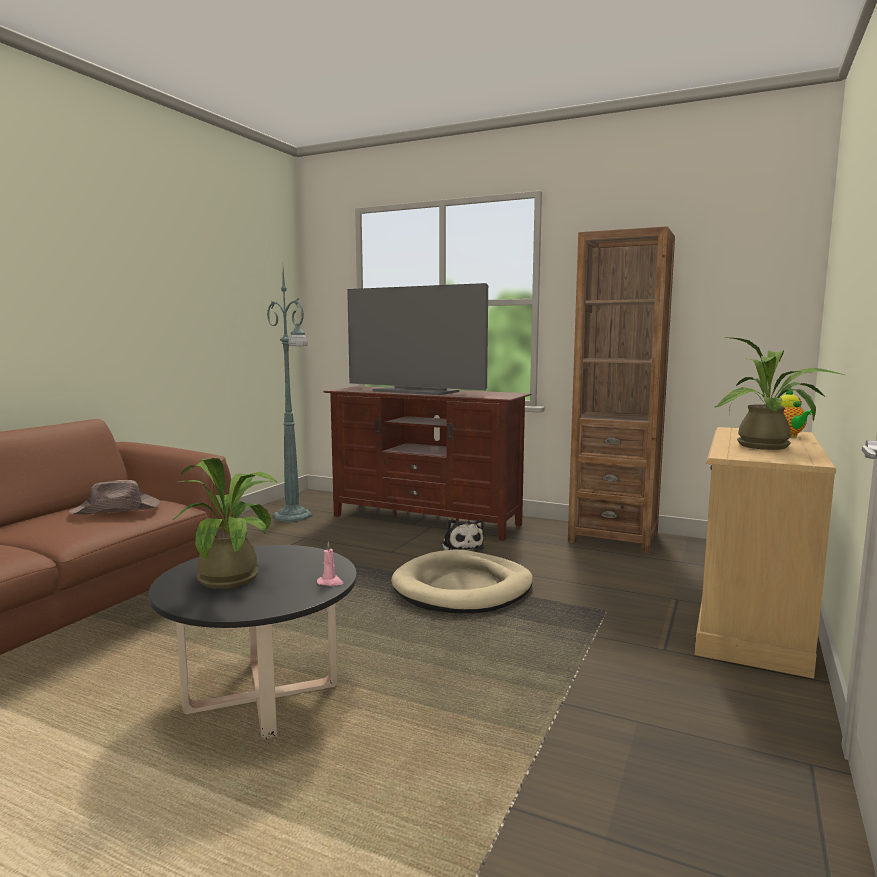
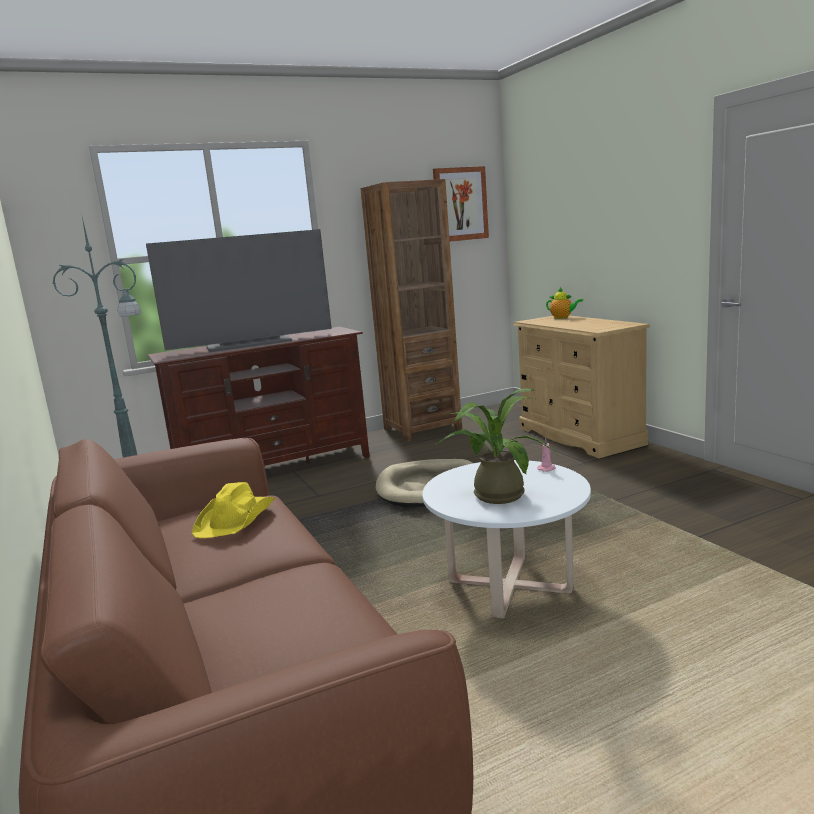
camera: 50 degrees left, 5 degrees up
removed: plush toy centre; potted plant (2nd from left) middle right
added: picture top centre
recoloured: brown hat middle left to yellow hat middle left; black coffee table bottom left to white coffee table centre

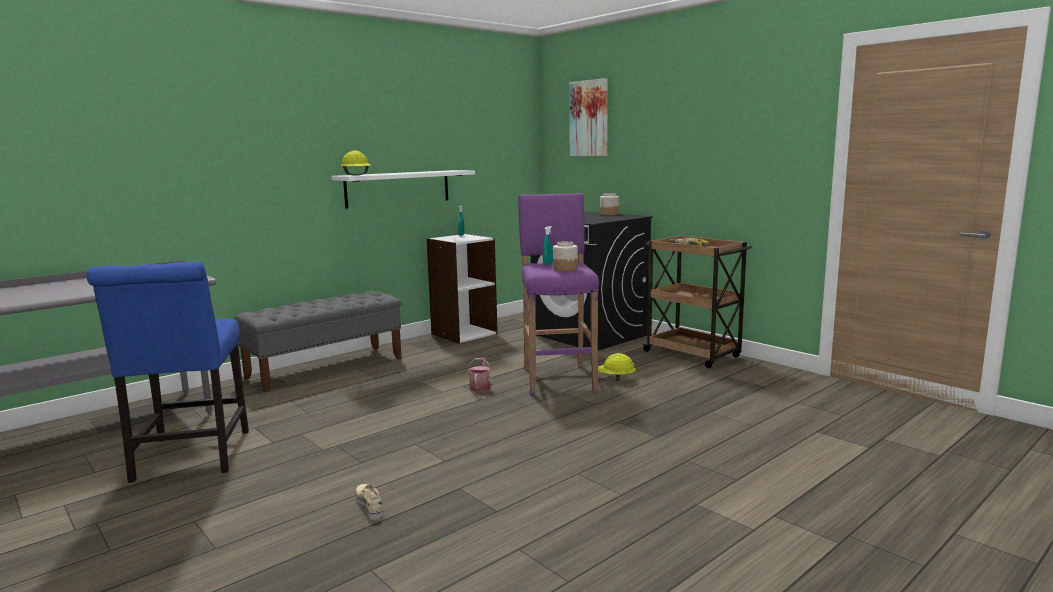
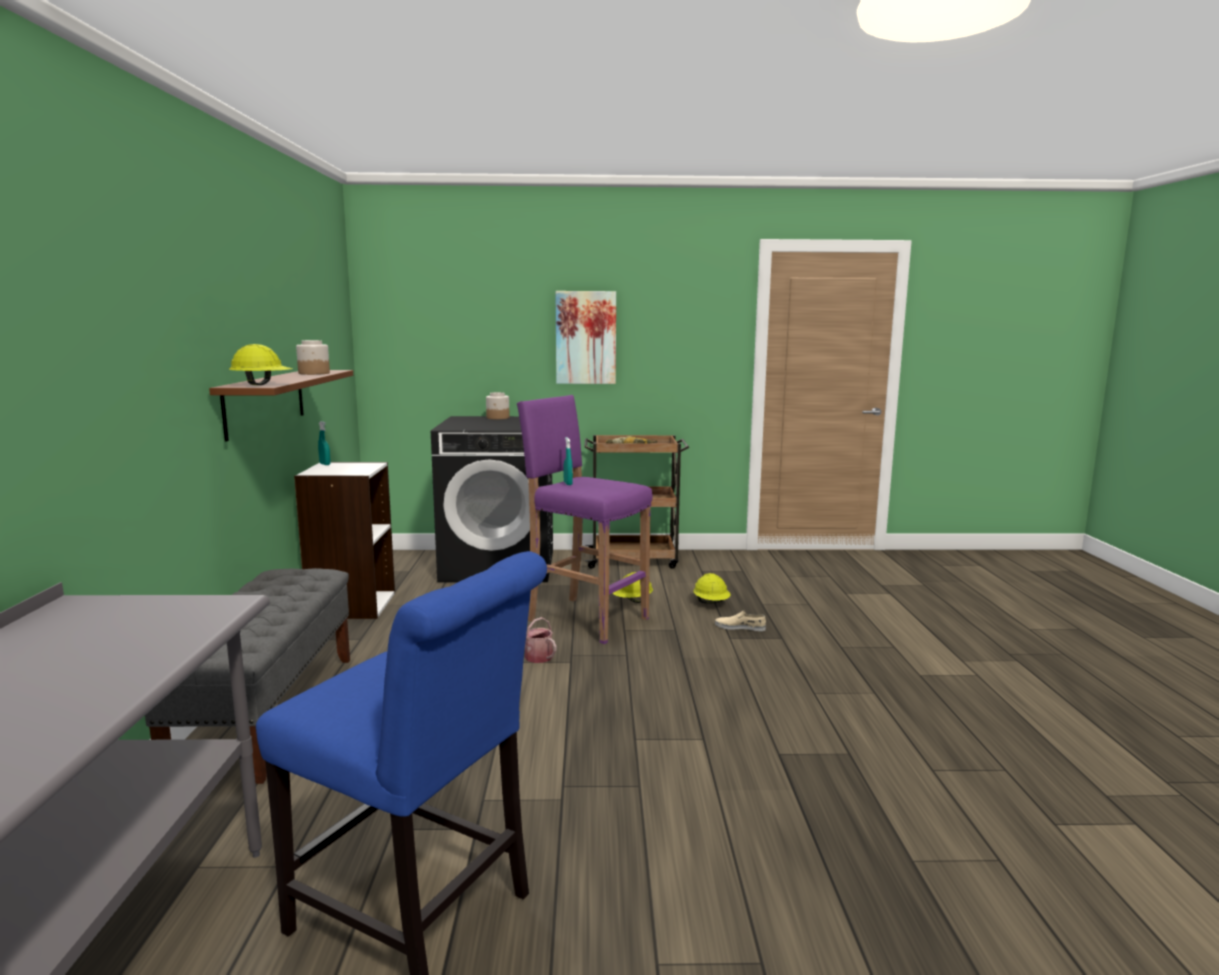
camera: 50 degrees left, 0 degrees up
added: yellow hard hat (3rd from left) centre
moved: beige shoe bottom centre to centre; jar (1st from left) centre to middle left; picture top centre to centre
recoloured: white shelf top centre to brown shelf middle left

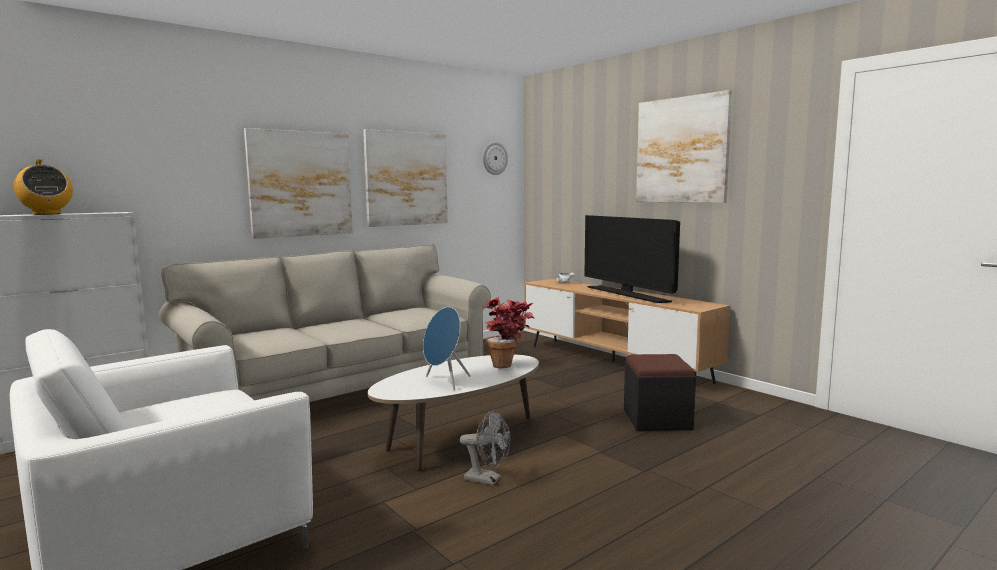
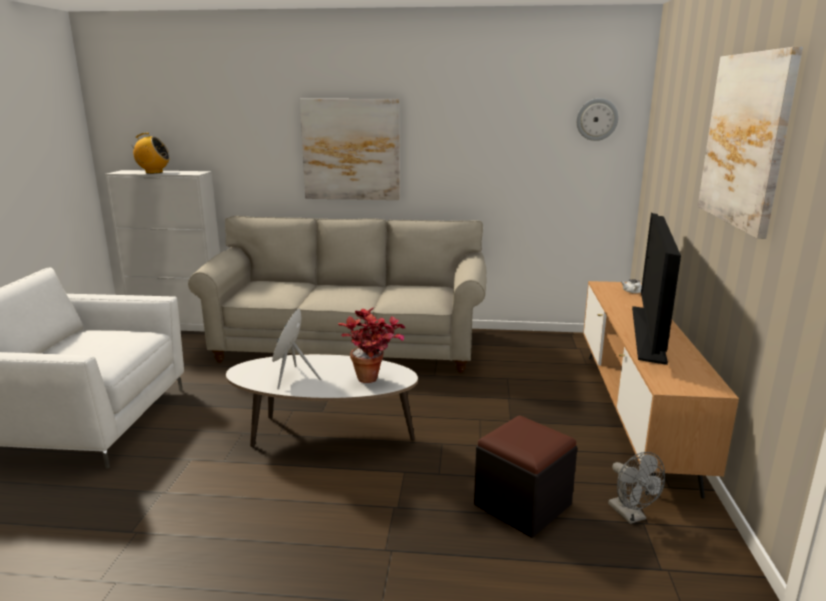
camera: 45 degrees right, 10 degrees up
removed: picture (2nd from left) top centre
moved: grey fan bottom centre to bottom right
turned: radio top left = top left 90 degrees counterclockwise

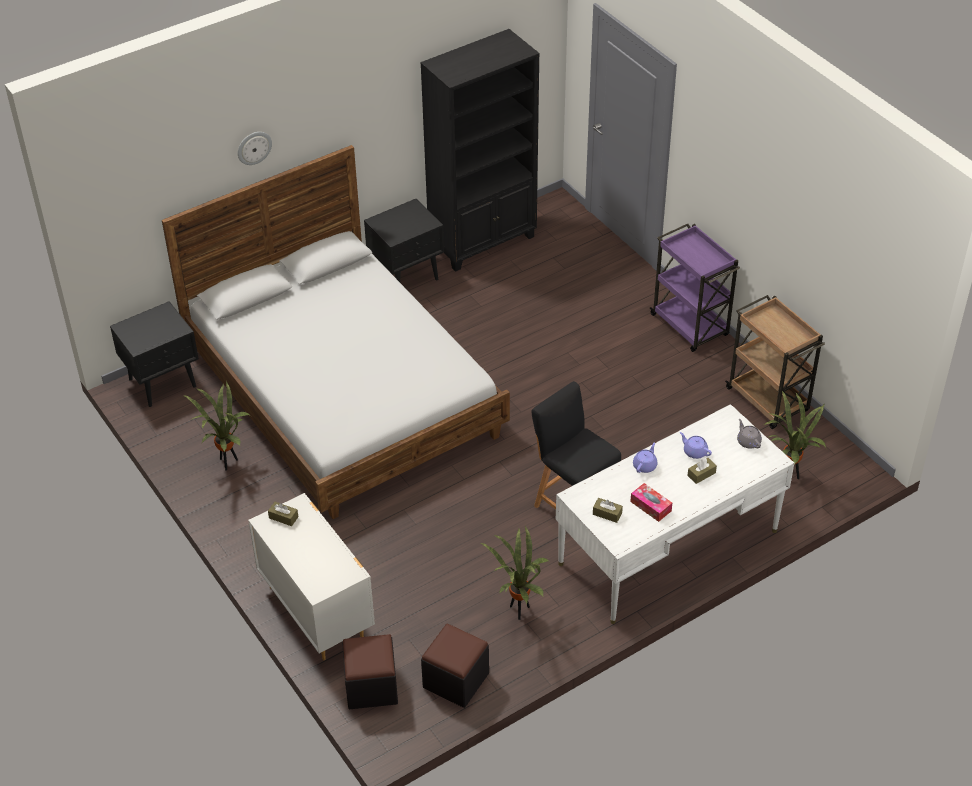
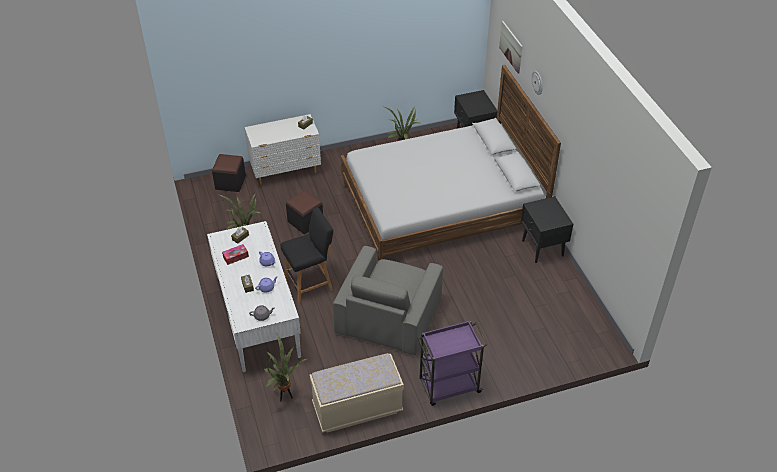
camera: 105 degrees right, 0 degrees up
removed: black bookcase top centre
added: grey armchair centre; picture top centre
moved: black ottoman (2nd from left) bottom centre to centre
replaced: brown cart middle right to beige bench bottom centre

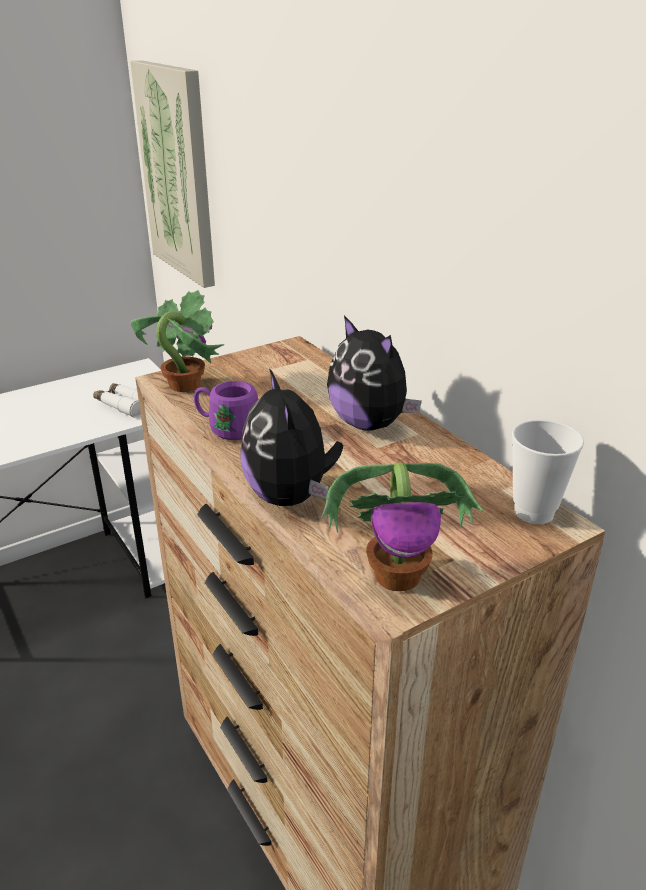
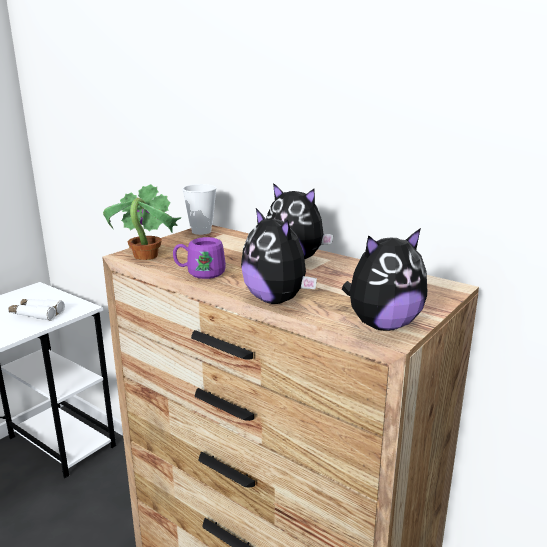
camera: 20 degrees left, 10 degrees down
removed: picture top left
moved: cup middle right to centre
replaced: potted plant (2nd from left) centre to plush toy (3rd from left) middle right

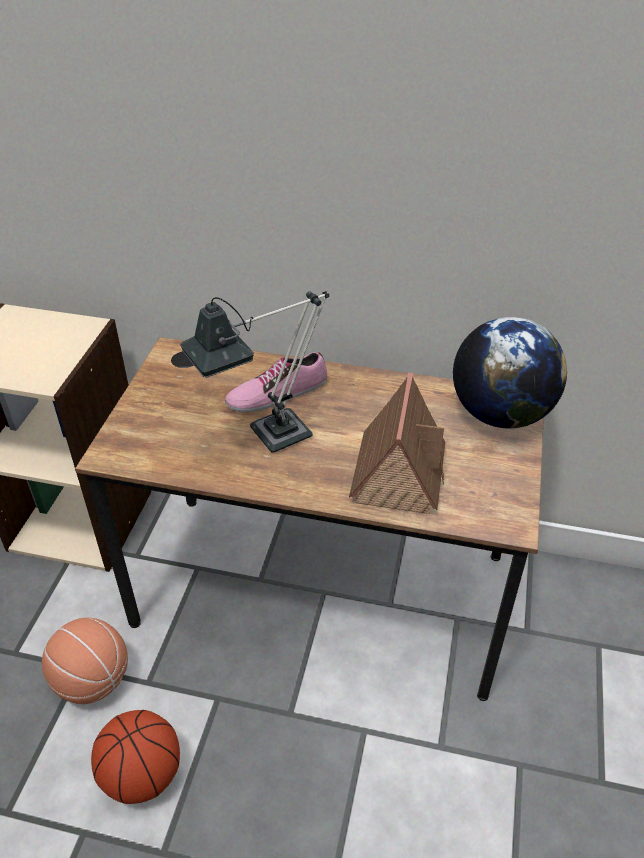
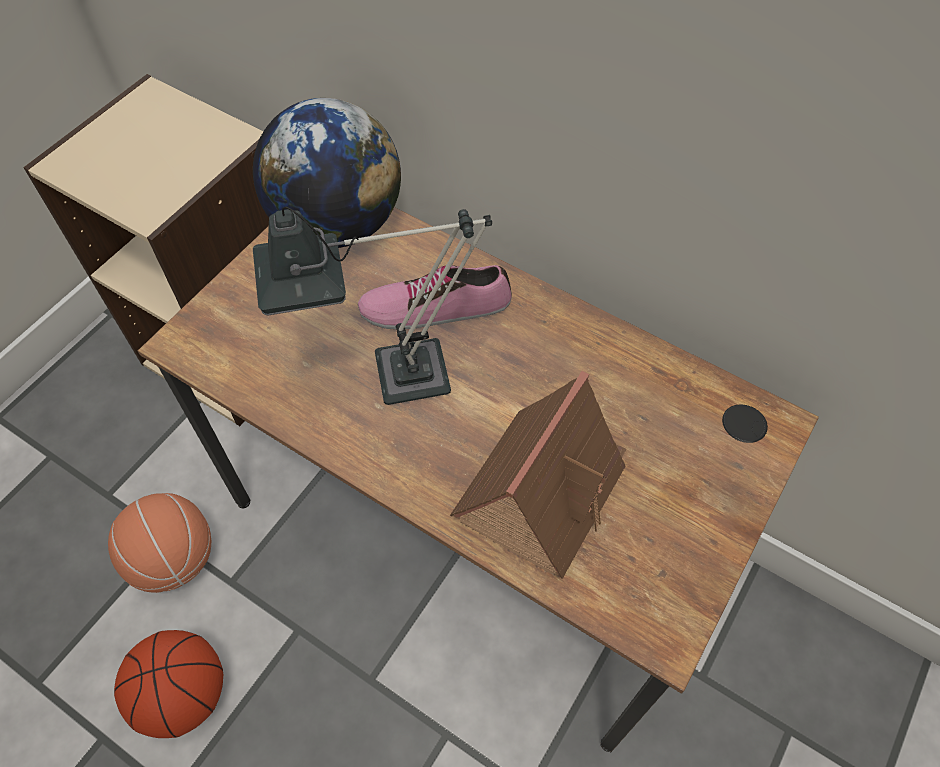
camera: 20 degrees right, 15 degrees up
moved: globe middle right to top centre

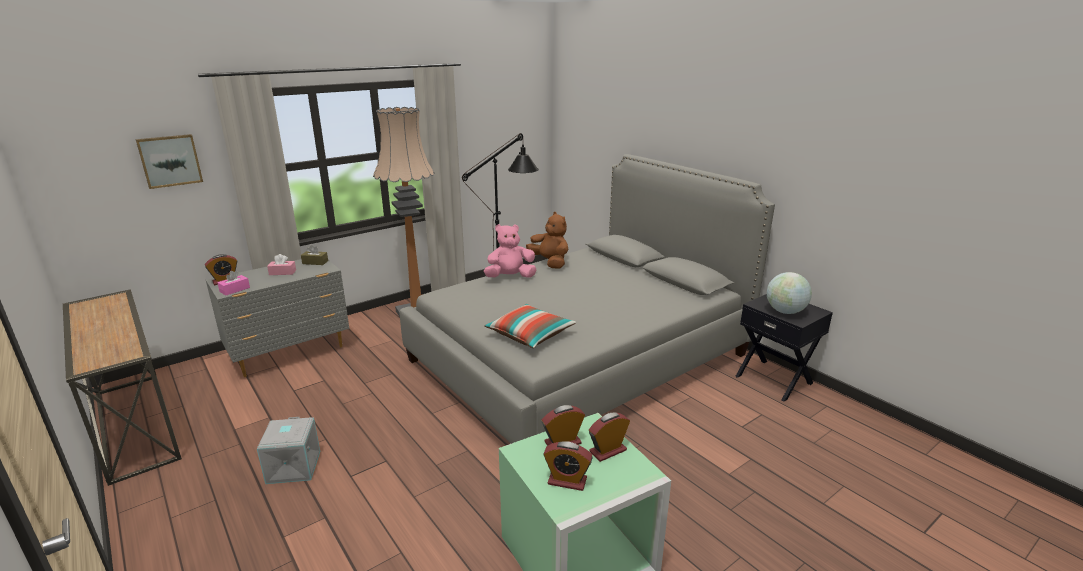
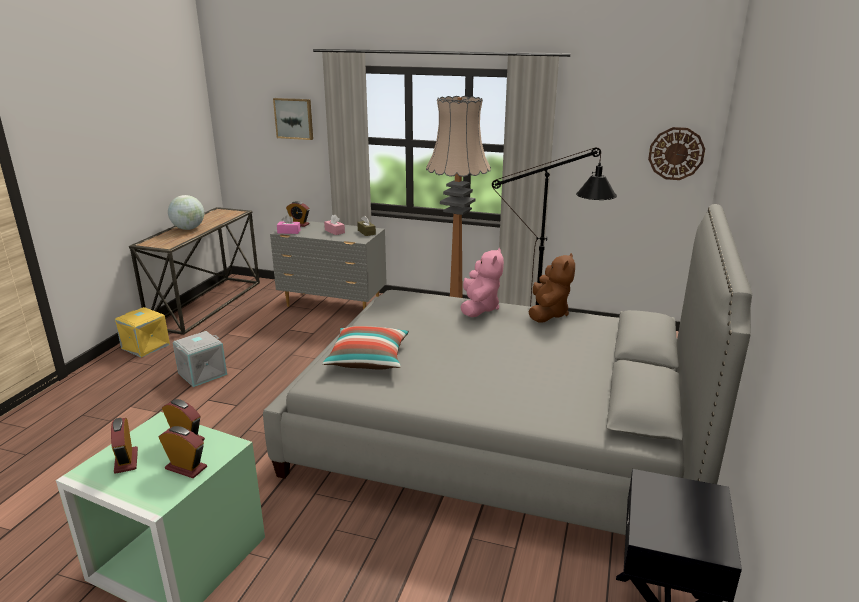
camera: 55 degrees right, 0 degrees up
added: yellow storage box middle left; wall clock top right
moved: globe middle right to middle left
turned: pink plush toy centre = centre 60 degrees clockwise

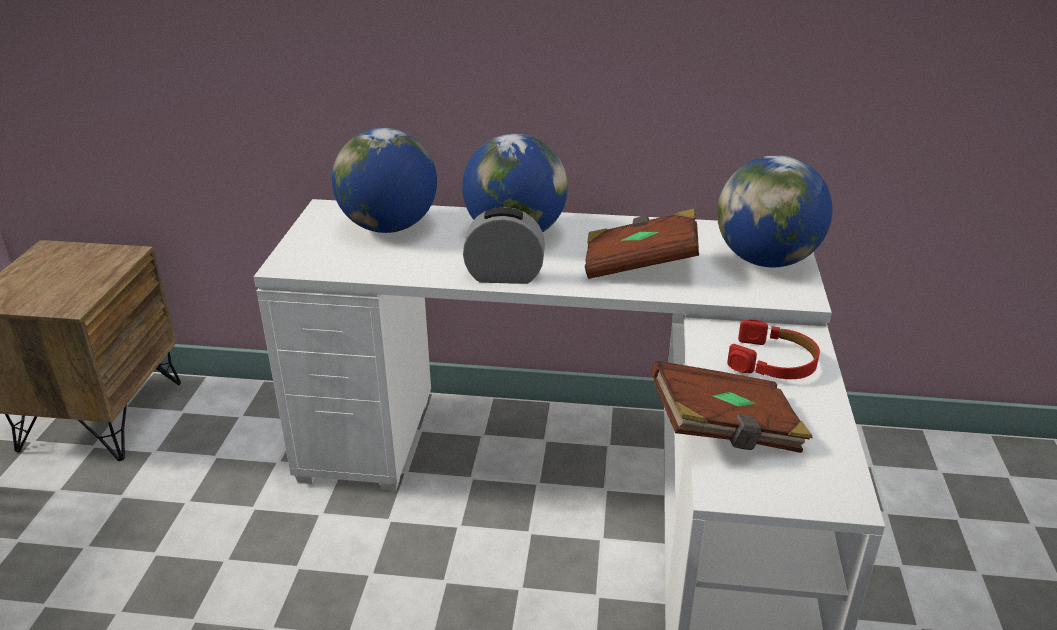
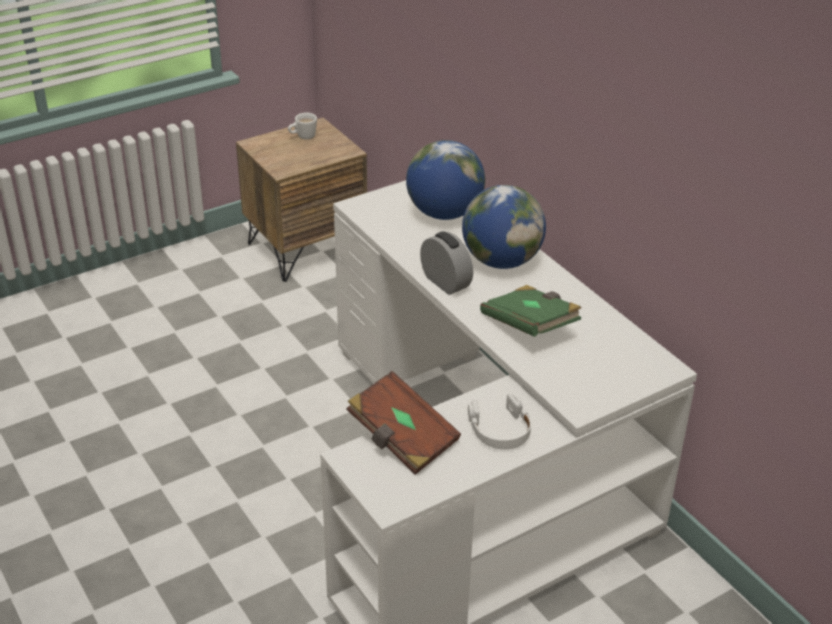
camera: 50 degrees right, 5 degrees up
removed: globe (3rd from left) middle right
added: white mug top centre
recoloured: brown book (1st from left) centre to green book centre; red headphones middle right to white headphones bottom centre

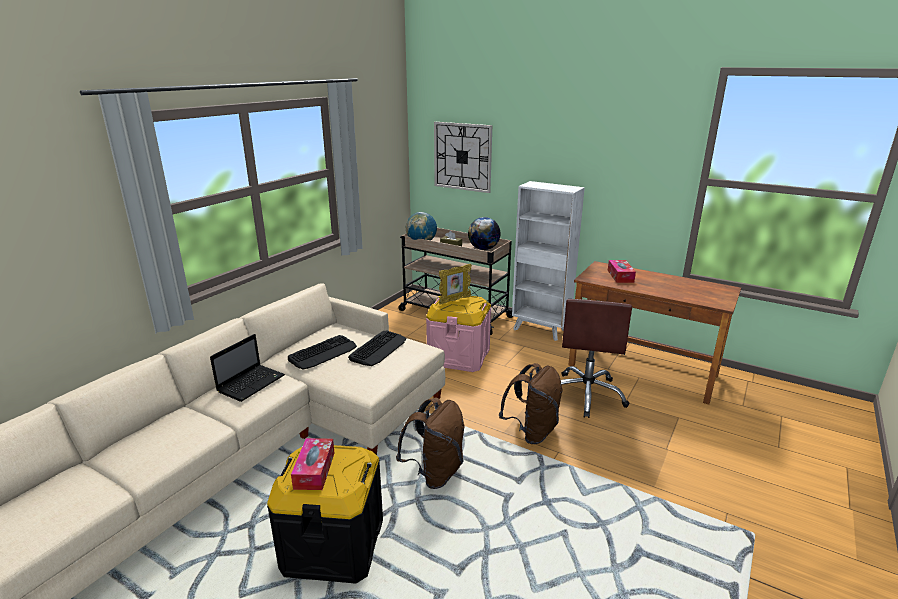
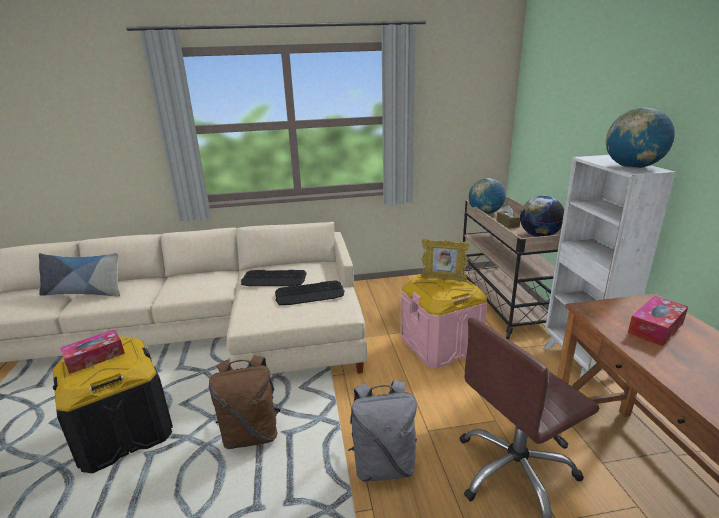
camera: 50 degrees right, 0 degrees up
removed: laptop middle left; wall clock top centre
added: pillow middle left; globe (3rd from left) top right
recoloured: brown backpack (2nd from left) bottom centre to grey backpack bottom centre

